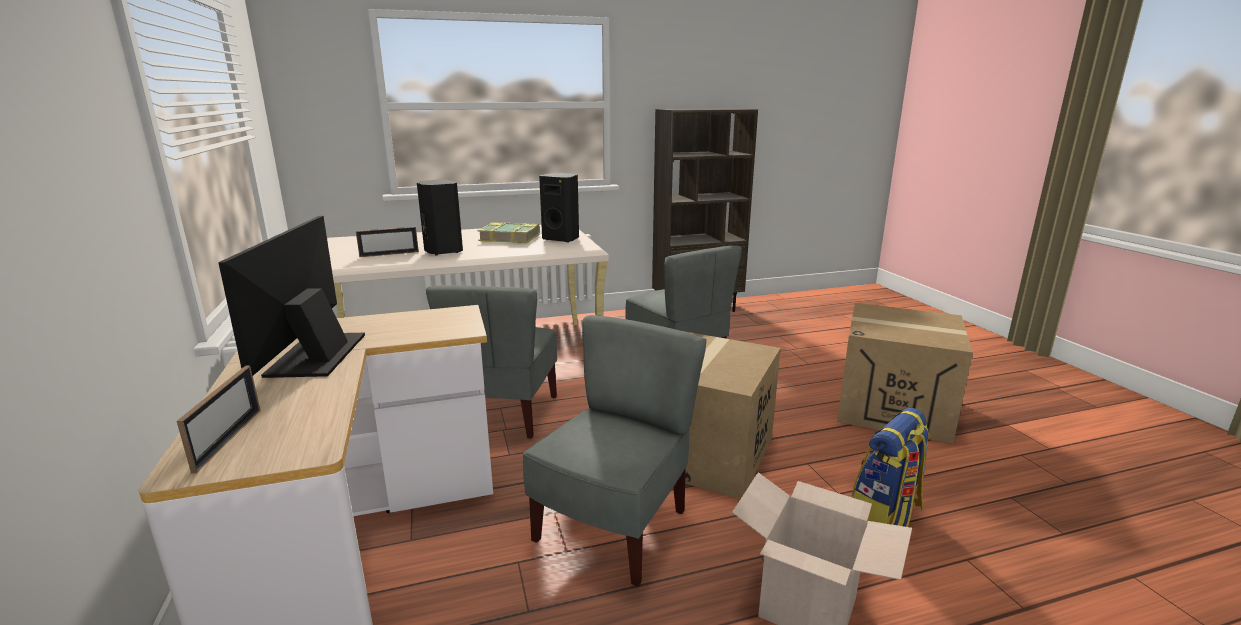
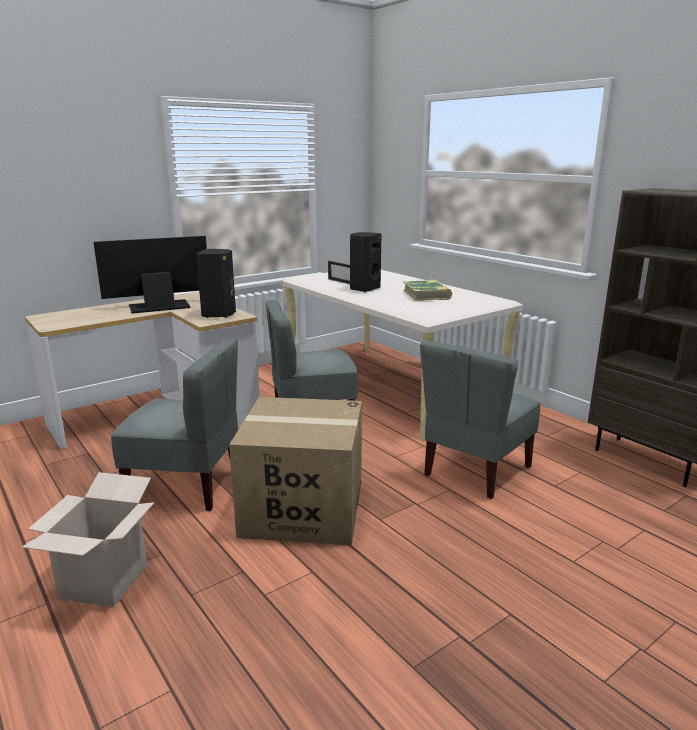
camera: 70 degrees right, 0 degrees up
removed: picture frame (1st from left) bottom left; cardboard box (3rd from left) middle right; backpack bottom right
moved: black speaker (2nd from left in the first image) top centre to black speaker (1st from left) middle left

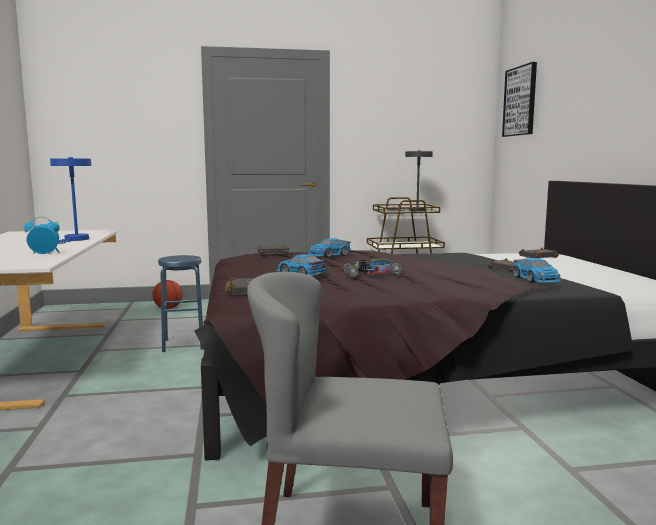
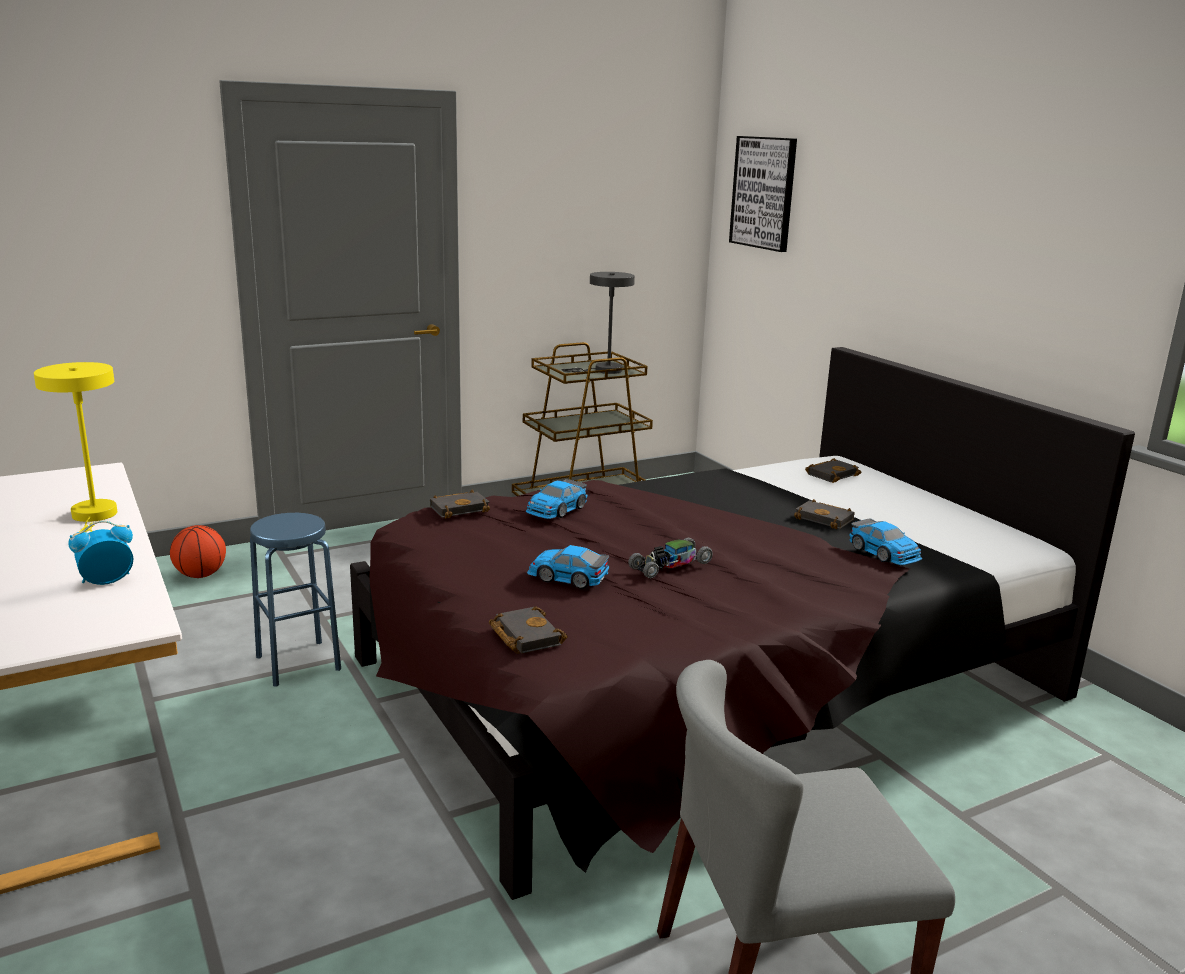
camera: 20 degrees left, 10 degrees up
recoloured: blue table lamp middle left to yellow table lamp middle left

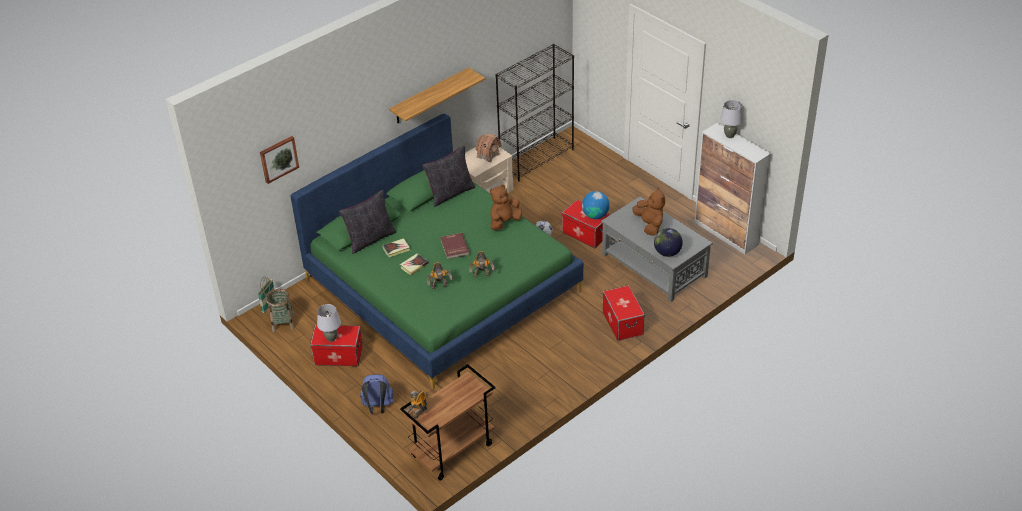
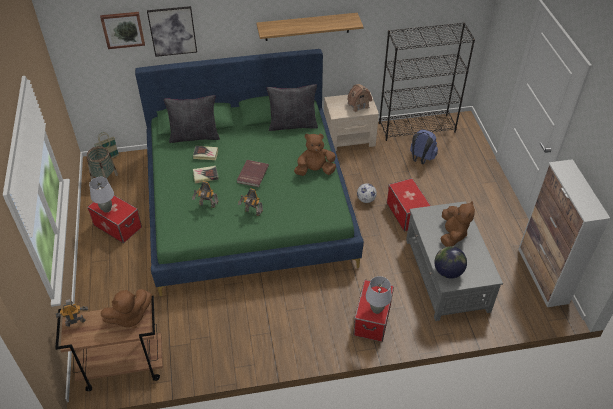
camera: 30 degrees right, 5 degrees up
removed: globe (1st from left) centre
added: brown plush toy (1st from left) bottom left; picture (2nd from left) top left
moved: blue backpack bottom centre to middle right; grey table lamp (2nd from left) top right to bottom centre

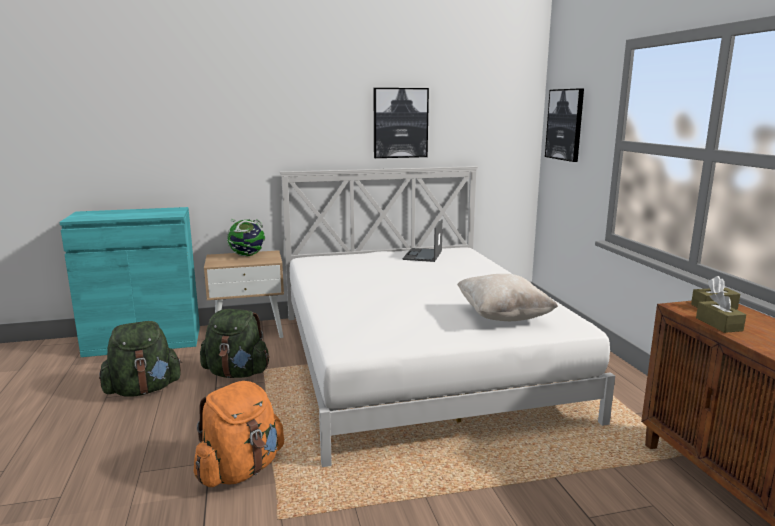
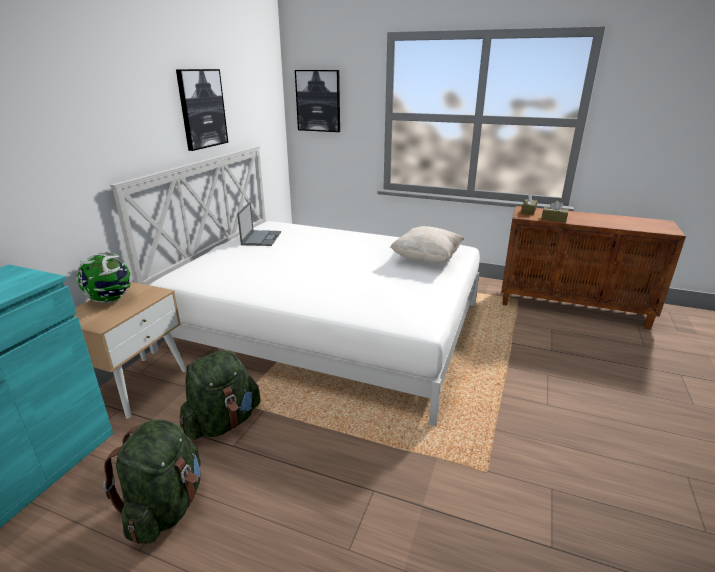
camera: 55 degrees left, 10 degrees up
removed: orange backpack bottom left
turned: laptop centre = centre 135 degrees counterclockwise

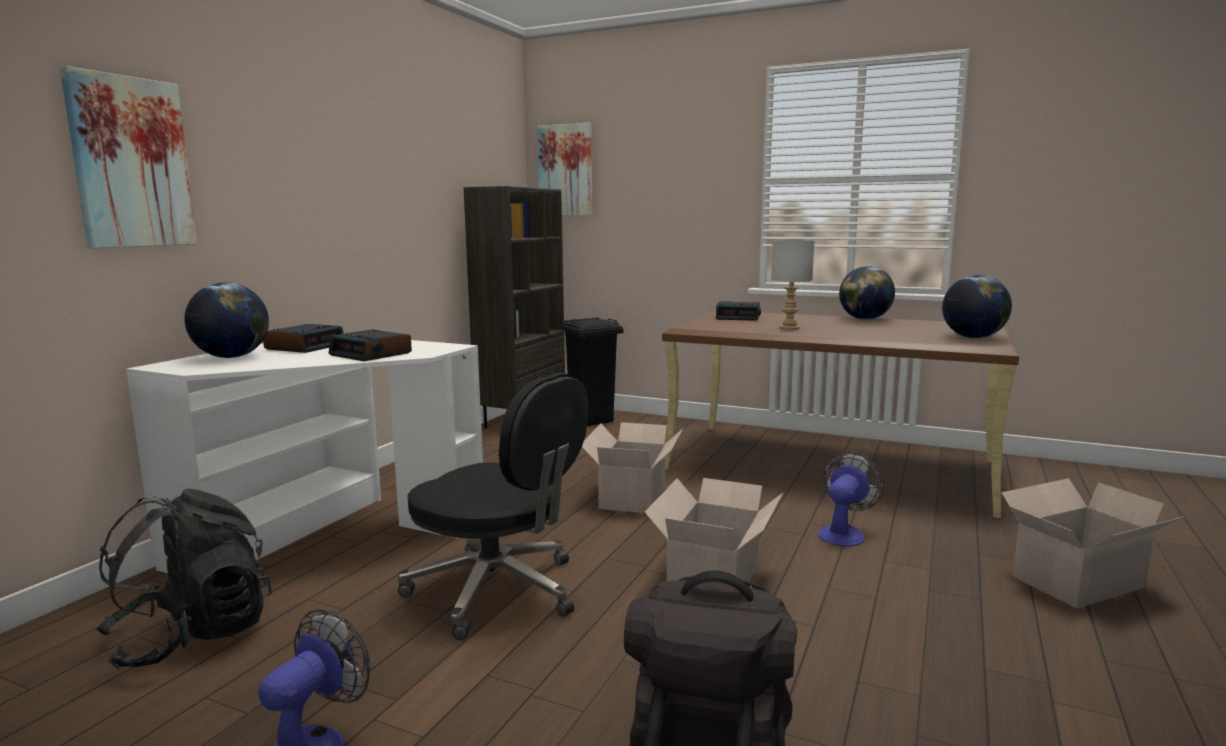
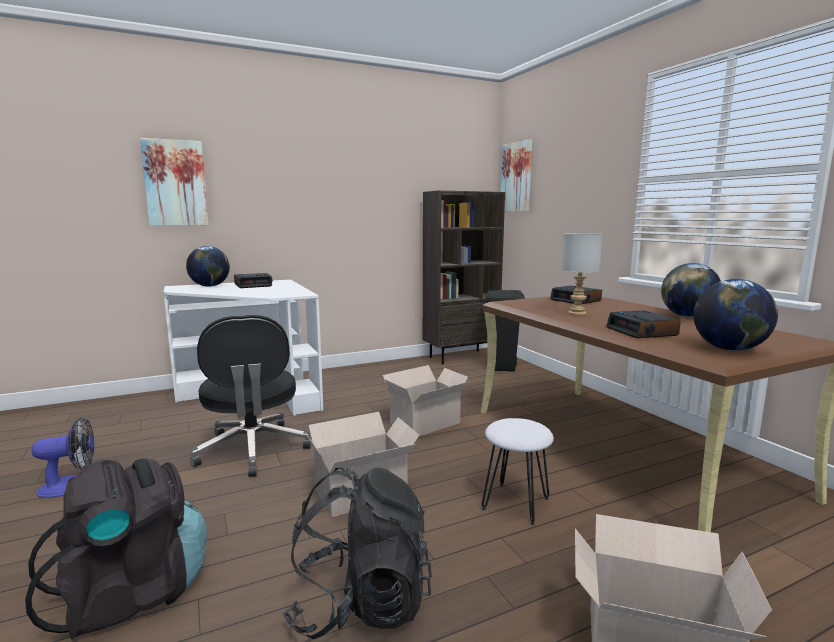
camera: 40 degrees right, 0 degrees up
moved: black backpack (1st from left in the first image) bottom left to black backpack (2nd from left) bottom centre; alarm clock (2nd from left in the first image) middle left to alarm clock (3rd from left) middle right
replaced: fan (2nd from left) bottom right to white stool bottom centre

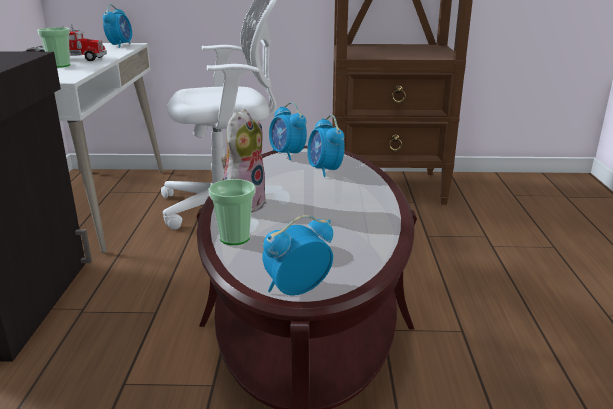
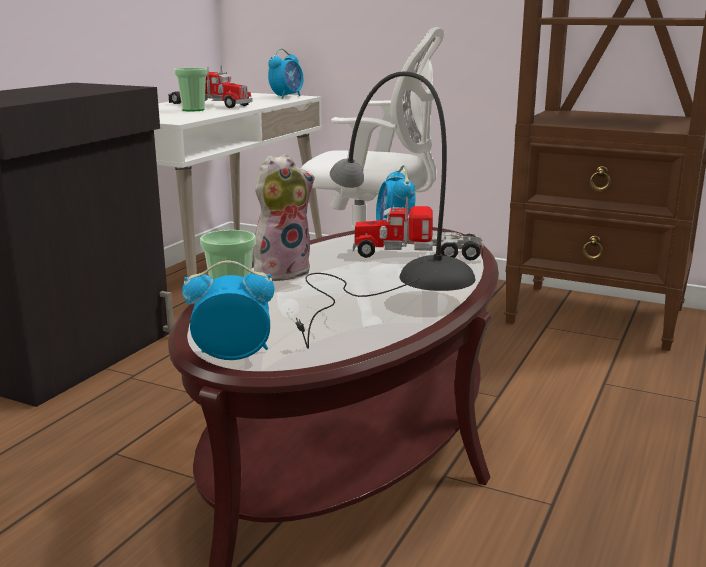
camera: 25 degrees right, 5 degrees down
added: grey table lamp centre
replaced: alarm clock (4th from left) centre to toy truck (2nd from left) centre

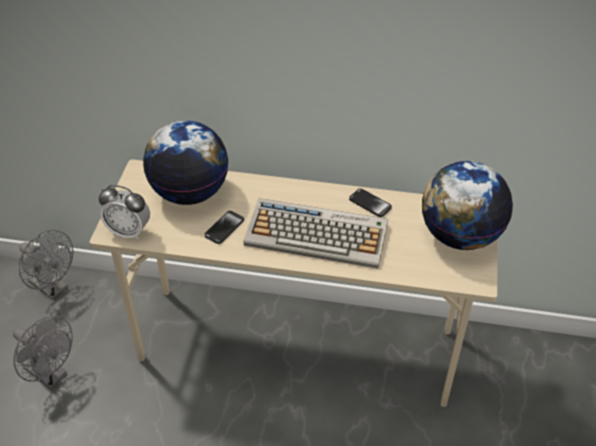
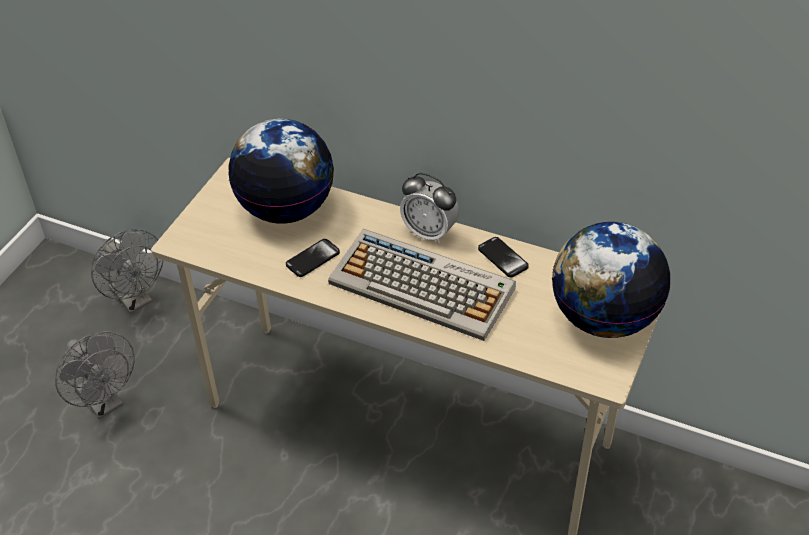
camera: 15 degrees right, 0 degrees up
moved: alarm clock middle left to centre

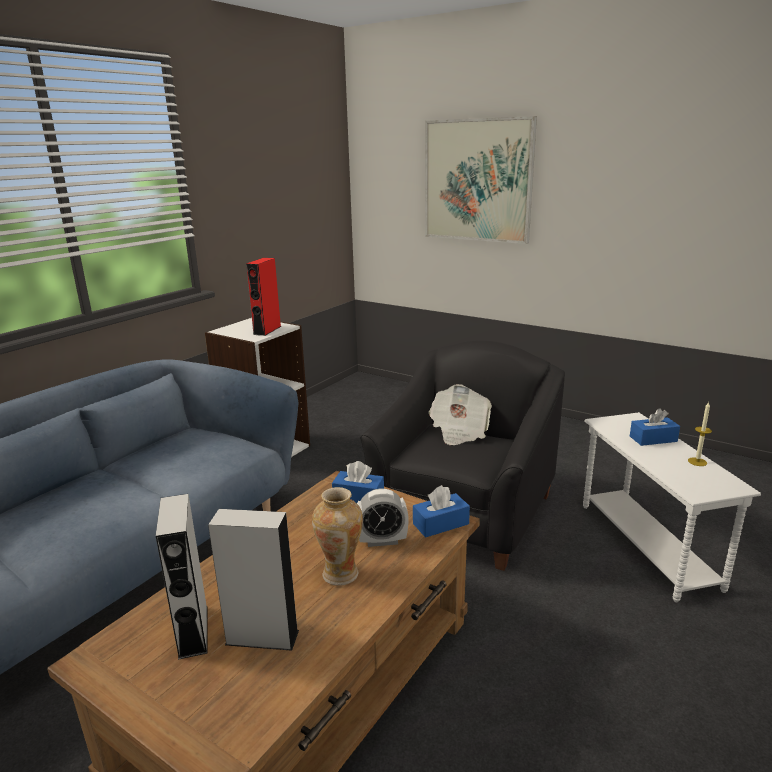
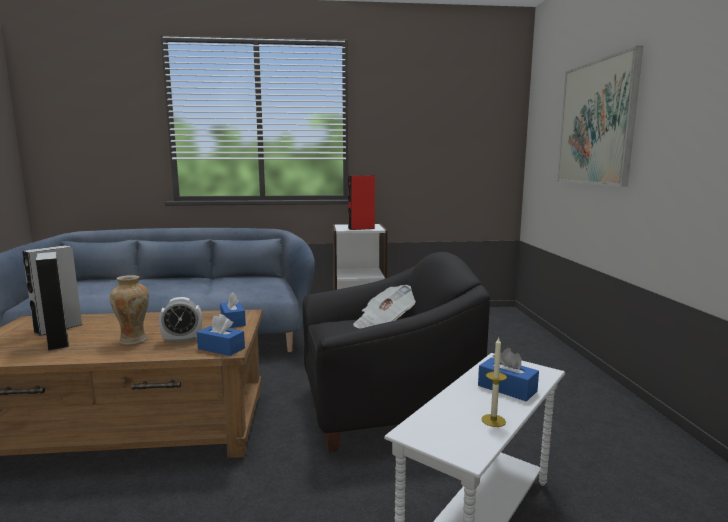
camera: 50 degrees right, 10 degrees down
turned: alarm clock bottom centre = middle left 60 degrees counterclockwise

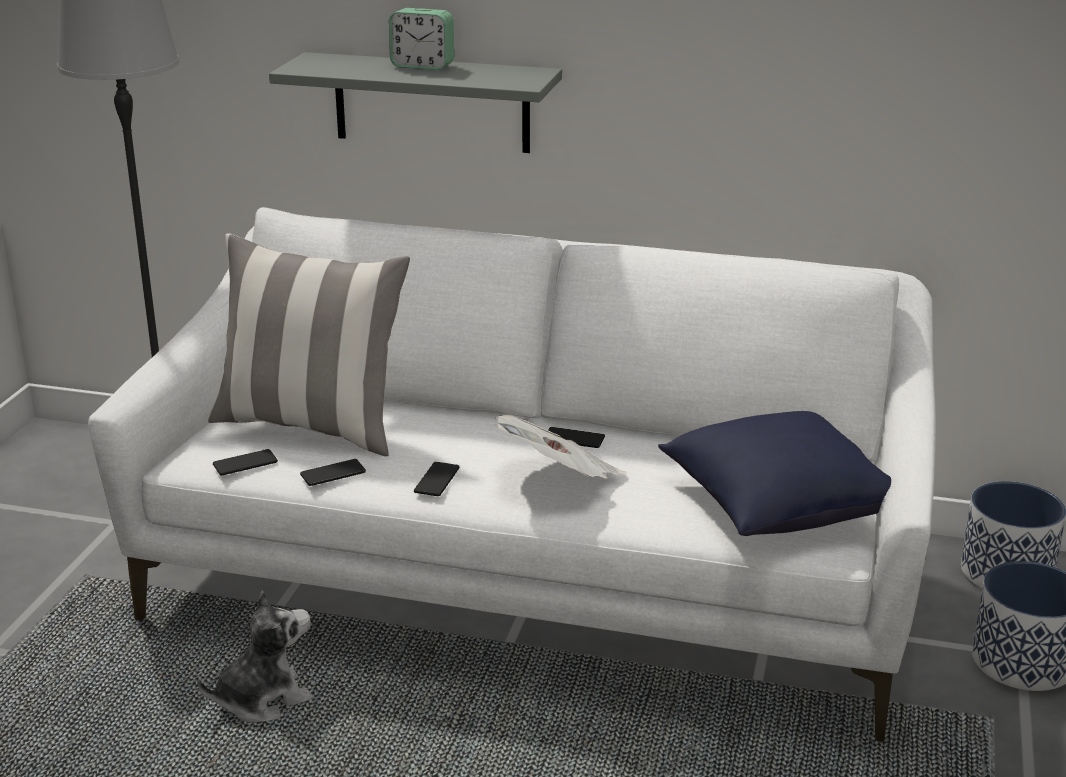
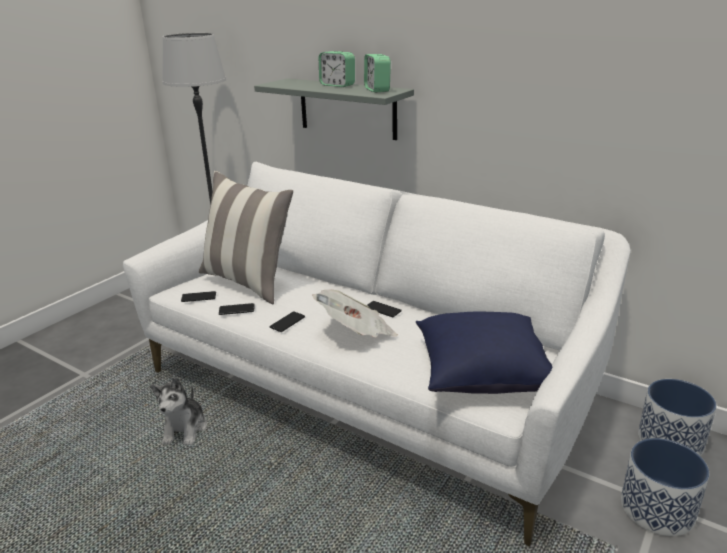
camera: 20 degrees right, 0 degrees up
added: alarm clock (2nd from left) top centre
turned: plush toy bottom left = bottom left 105 degrees clockwise

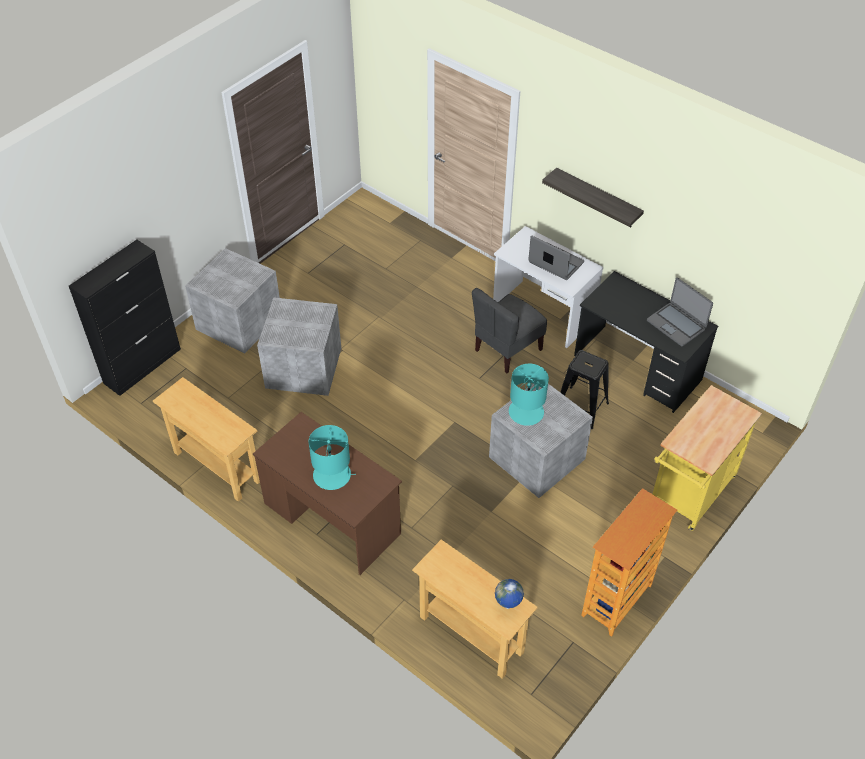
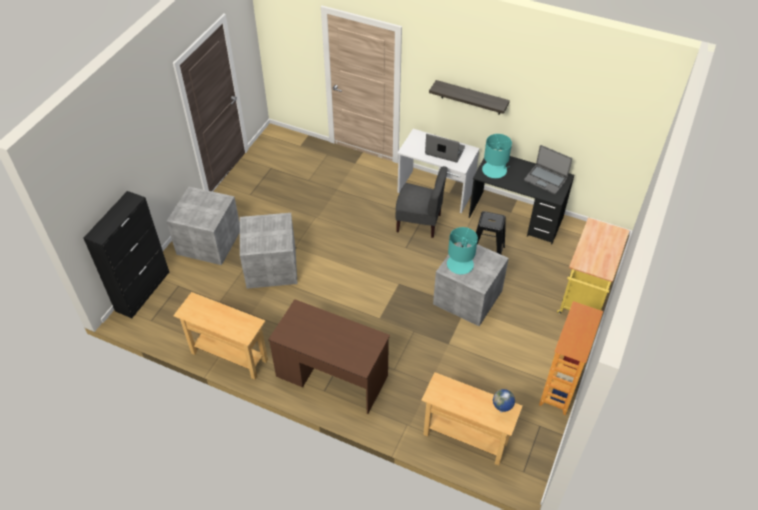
camera: 15 degrees left, 0 degrees up
moved: turquoise table lamp (1st from left in the first image) centre to turquoise table lamp (2nd from left) top centre
turned: grey chair centre = centre 105 degrees counterclockwise

